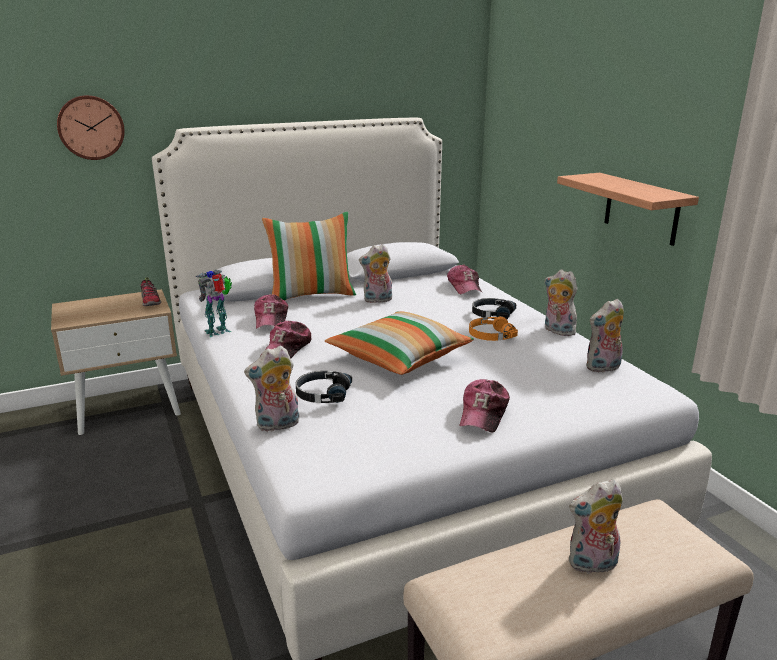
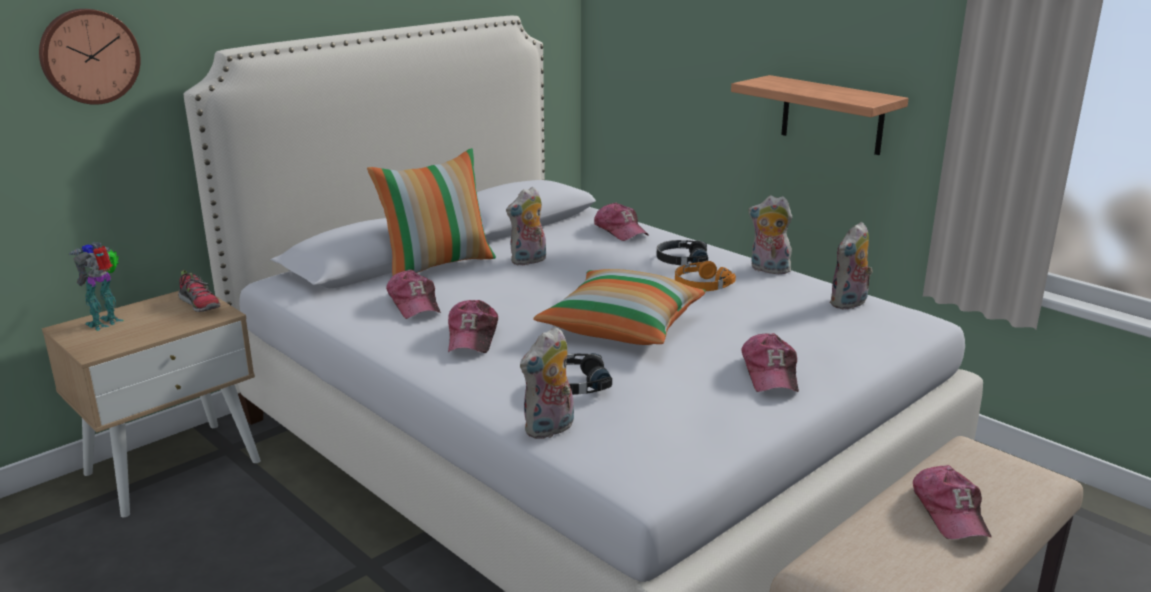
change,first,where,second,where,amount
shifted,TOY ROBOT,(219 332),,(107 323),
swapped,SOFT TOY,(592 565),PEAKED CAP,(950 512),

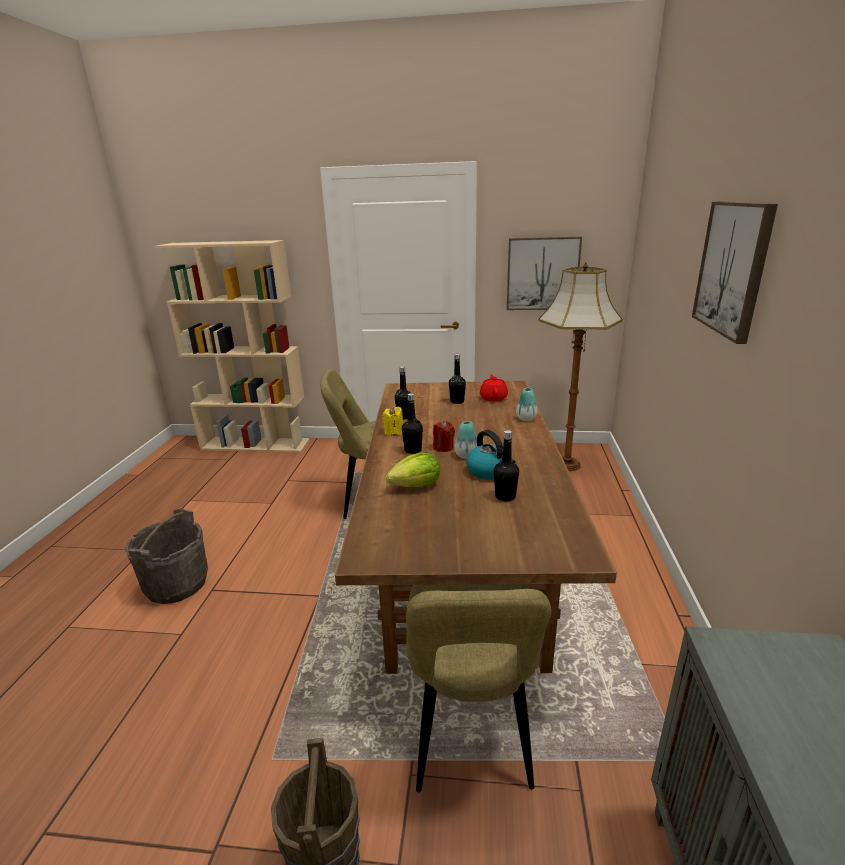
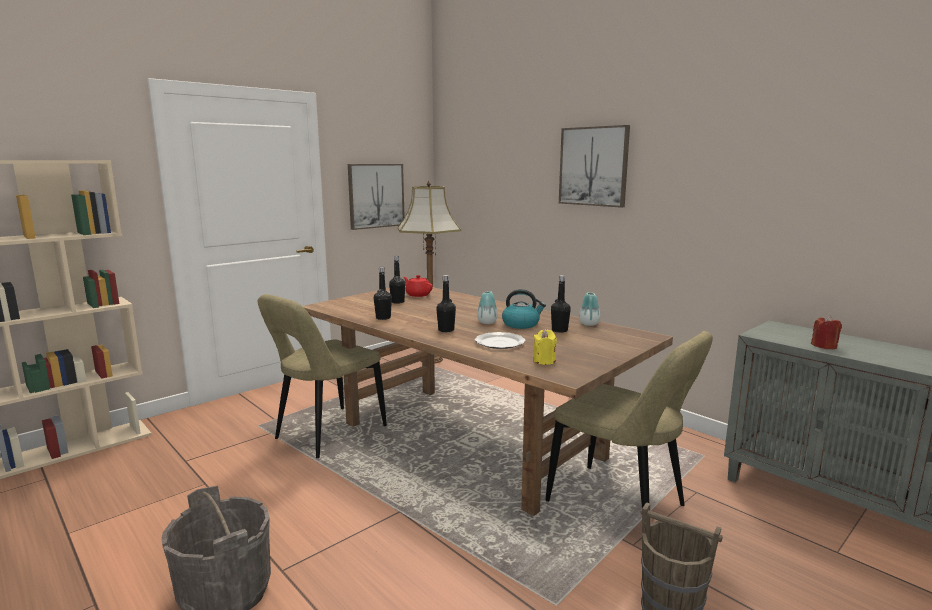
change,first,where,second,where,amount
swapped,LETTUCE,(416 485),PLATE,(500 342),
shifted,YELLOWISH WAX CANDLE,(393 432),,(544 361),
shifted,FLOWER VASE,(526 419),,(589 324),
shifted,RED WAX CANDLE,(443 447),,(824 346),

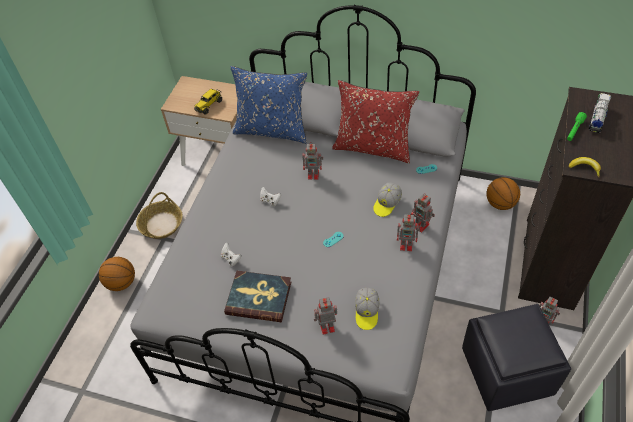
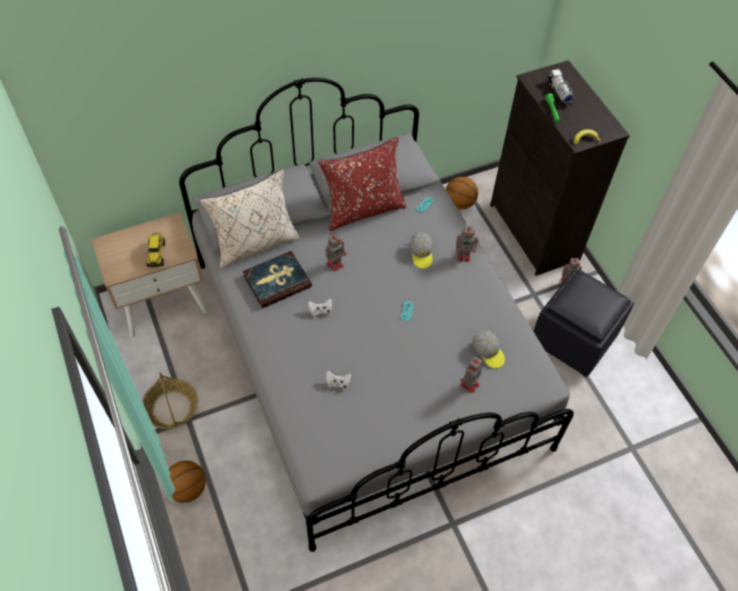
change,first,where,second,where,amount
repainted,BLUE THROW PILLOW,(272 130),SAND-COLOURED THROW PILLOW,(255 244),
shifted,VOLUME,(259 297),,(277 281),
gone,TOY ROBOT,(407 245),,,

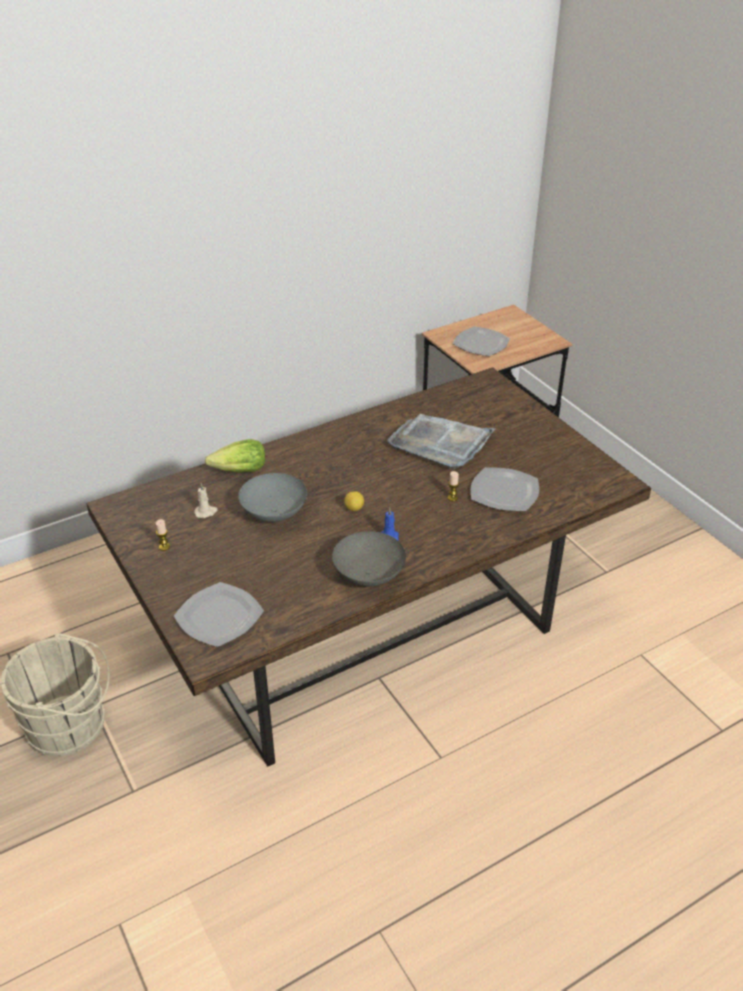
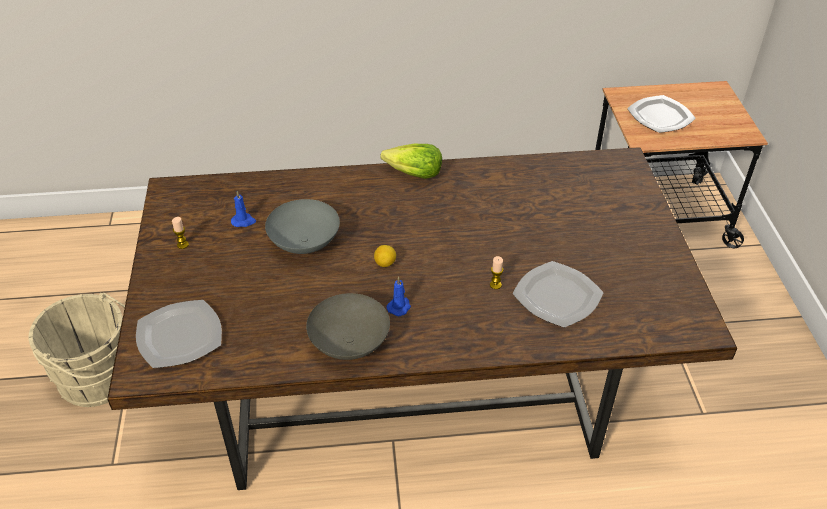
change,first,where,second,where,amount
repainted,SAND-COLOURED WAX CANDLE,(206 512),BLUE WAX CANDLE,(243 221),
shifted,LETTUCE,(240 471),,(413 174),
gone,GREY TRAY,(440 443),,,

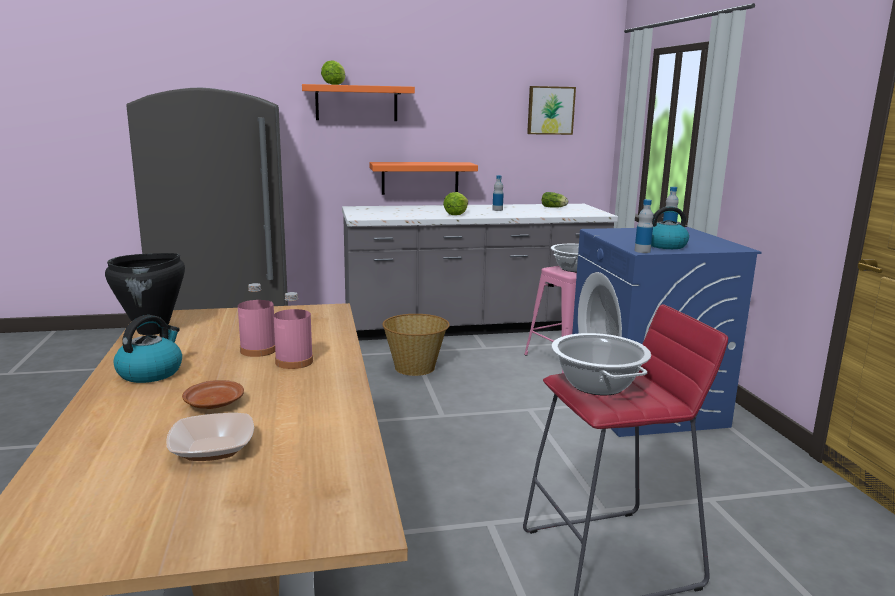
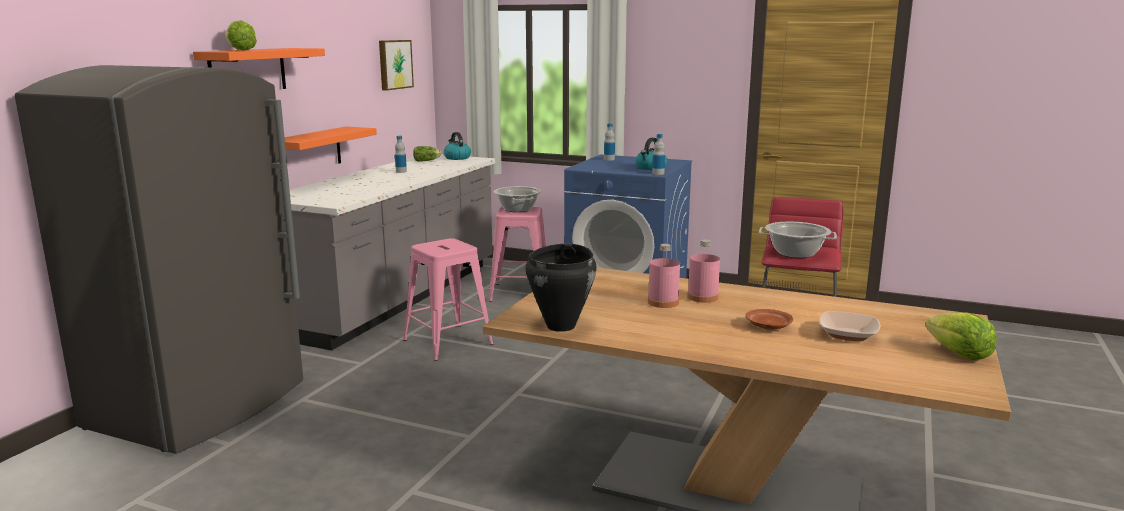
change,first,where,second,where,amount
swapped,STORAGE BASKET,(415 368),PINK STOOL SEAT,(447 342),
shifted,KETTLE,(151 372),,(457 158),
shifted,LETTUCE,(456 214),,(958 354),

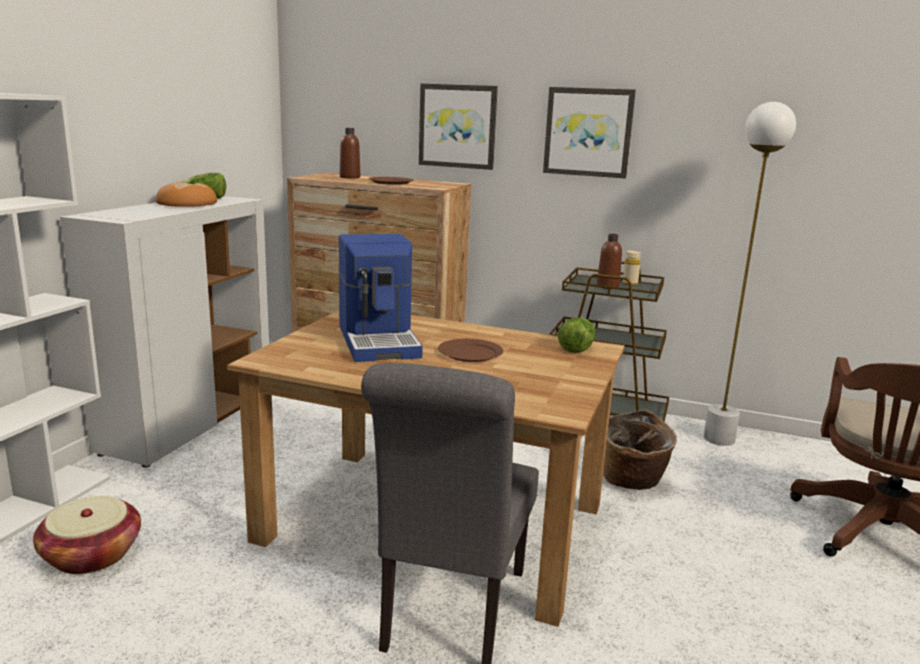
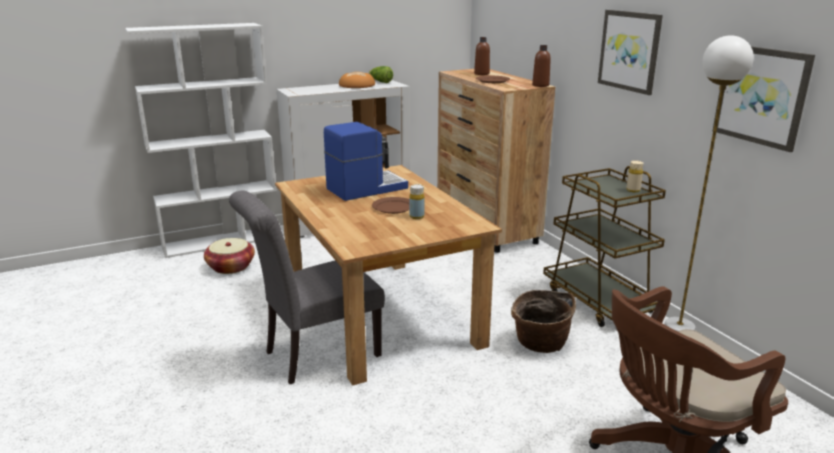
change,first,where,second,where,amount
rotated,COFFEE BREWER,(379 341),,(366 188),150 degrees counterclockwise
new,,,YELLOWISH DRINK BOTTLE,(416 216),
shifted,BROWN-COLOURED DRINK BOTTLE,(607 286),,(540 85),
shifted,PICTURE,(457 126),,(761 96),
gone,LETTUCE,(576 347),,,

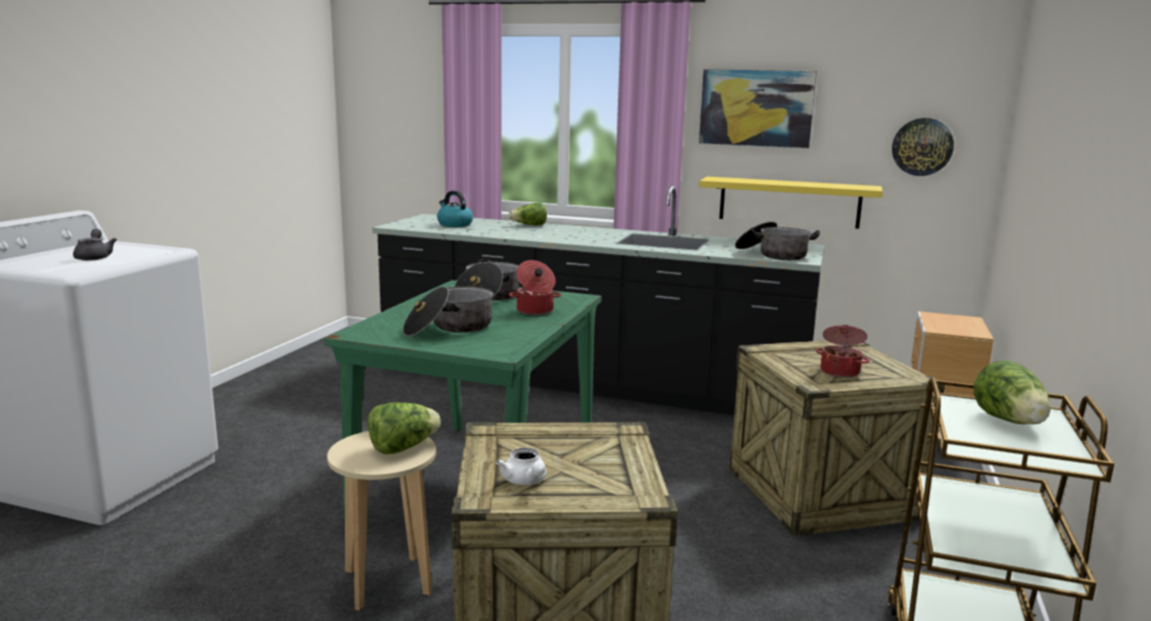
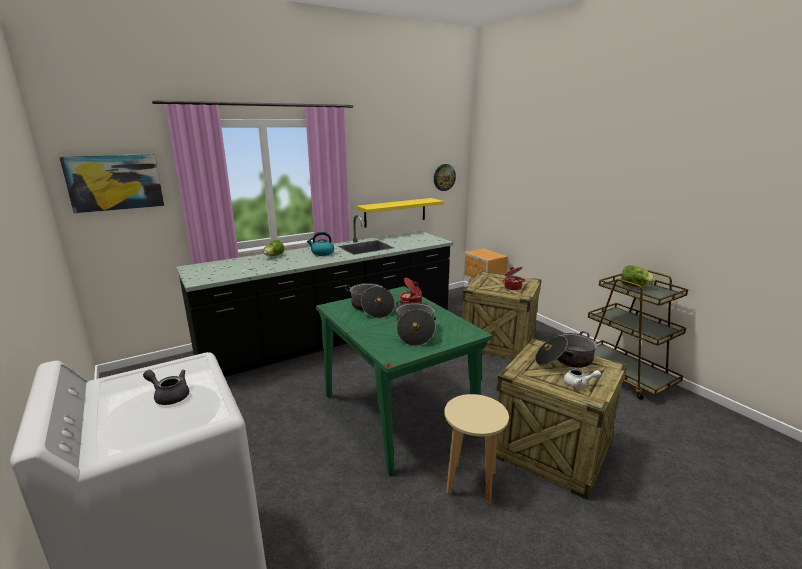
change,first,where,second,where,amount
shifted,PICTURE,(756 108),,(115 182),
shifted,KETTLE,(454 224),,(322 253),
shifted,COOKING POT,(772 254),,(564 360),
gone,LETTUCE,(403 448),,,

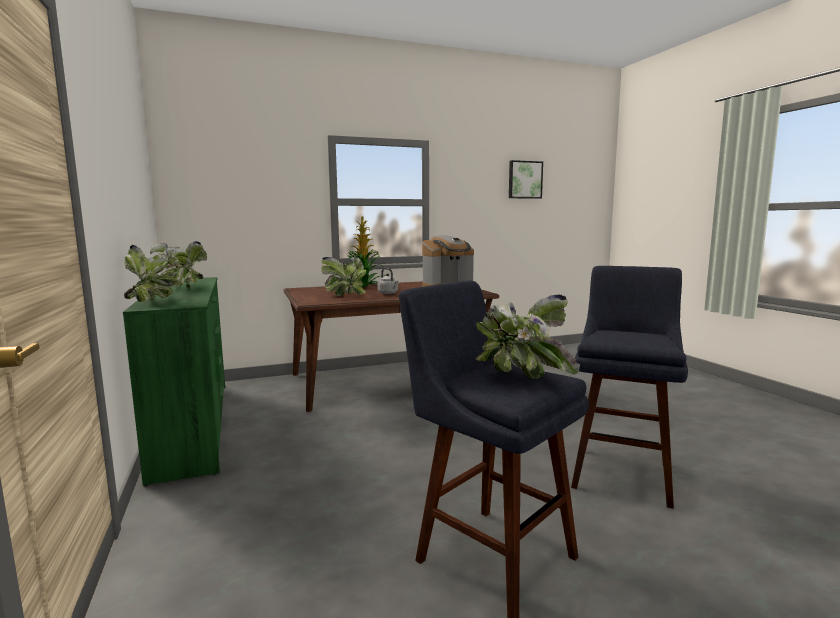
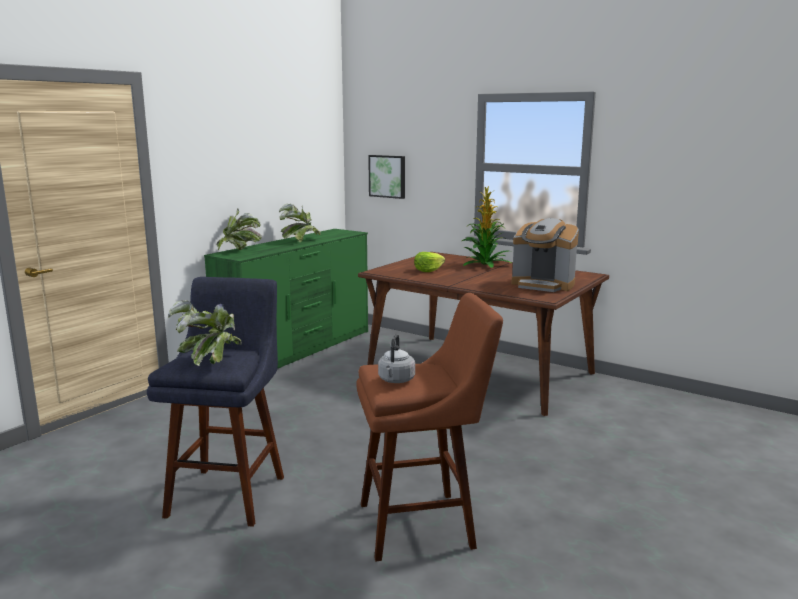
change,first,where,second,where,amount
repainted,BLUE STOOL SEAT,(622 471),BROWN-COLOURED STOOL SEAT,(424 524),
shifted,PICTURE,(524 180),,(388 176),
shifted,GREY KETTLE,(388 293),,(396 380),
swapped,POTTED PLANT,(345 296),LETTUCE,(428 270),

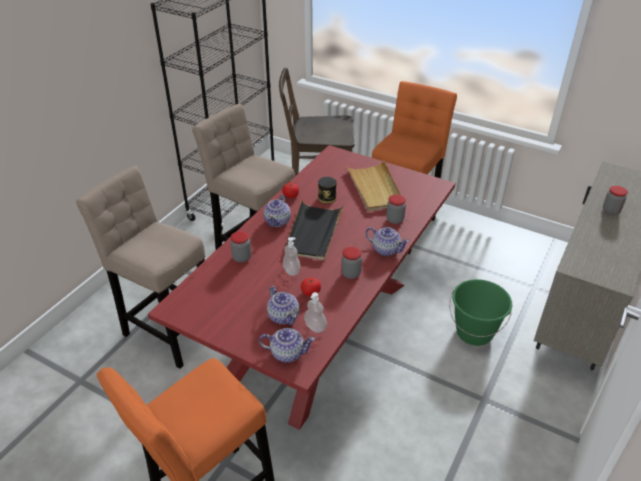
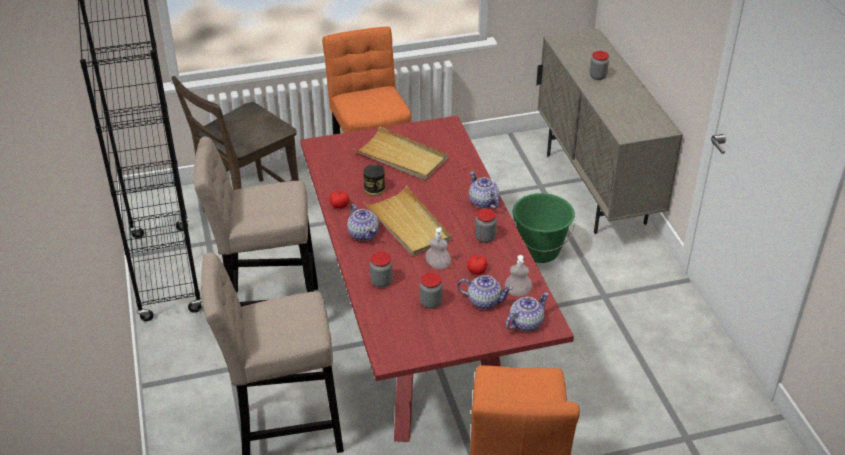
change,first,where,second,where,amount
repainted,BLACK TRAY,(313 232),SAND-COLOURED TRAY,(408 224),
shifted,STORAGE JAR,(395 219),,(430 303),
rotated,TEAPOT,(385 249),,(483 202),105 degrees counterclockwise

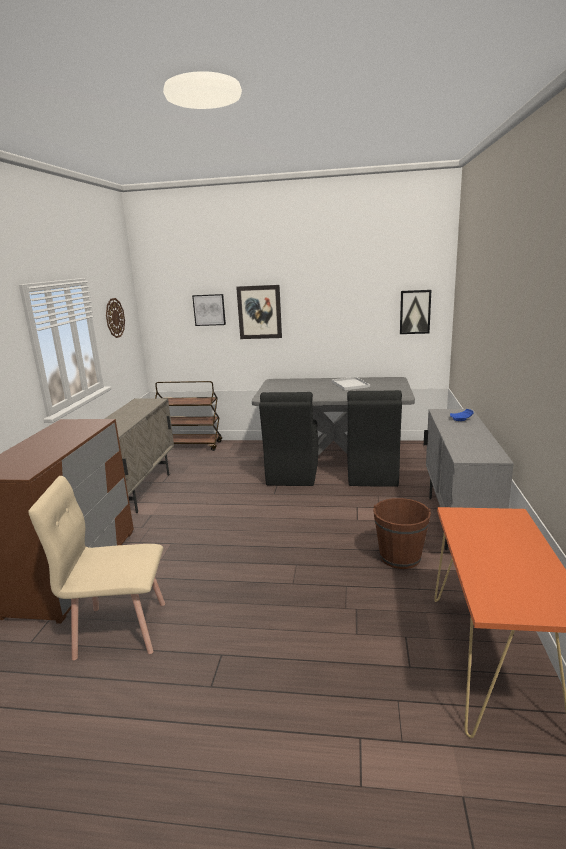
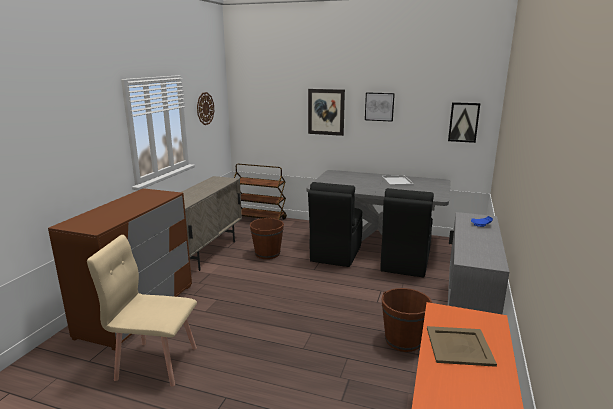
change,first,where,second,where,amount
new,,,BROWN-COLOURED PAIL,(267 254),
shifted,PICTURE,(209 310),,(379 106),
new,,,SAND-COLOURED TRAY,(458 346),

